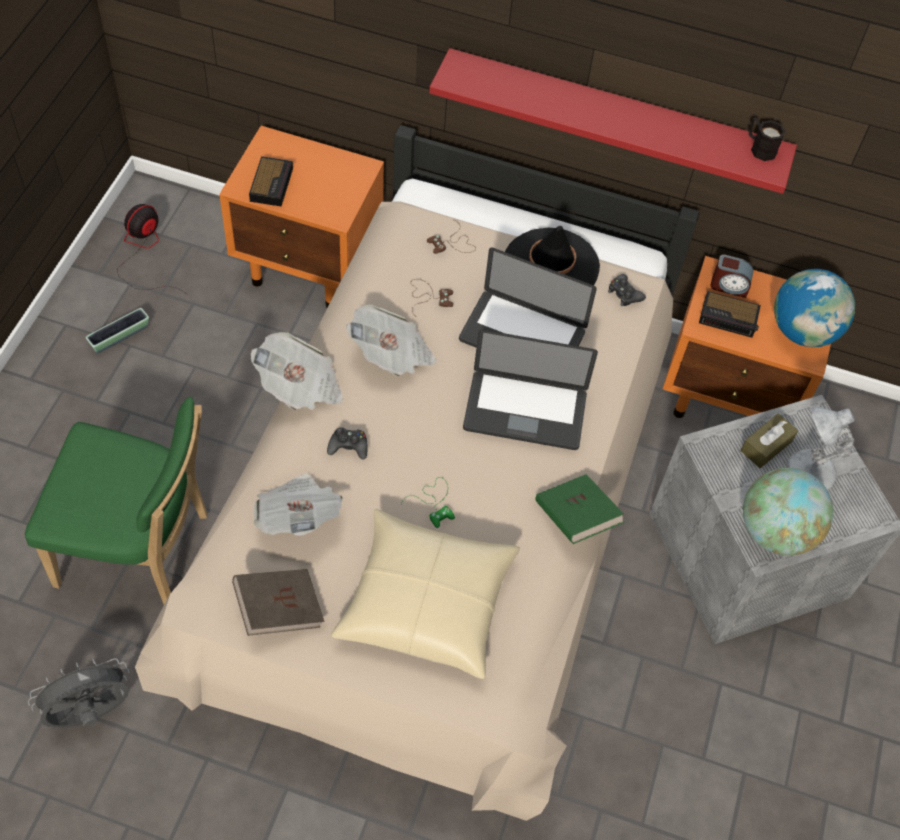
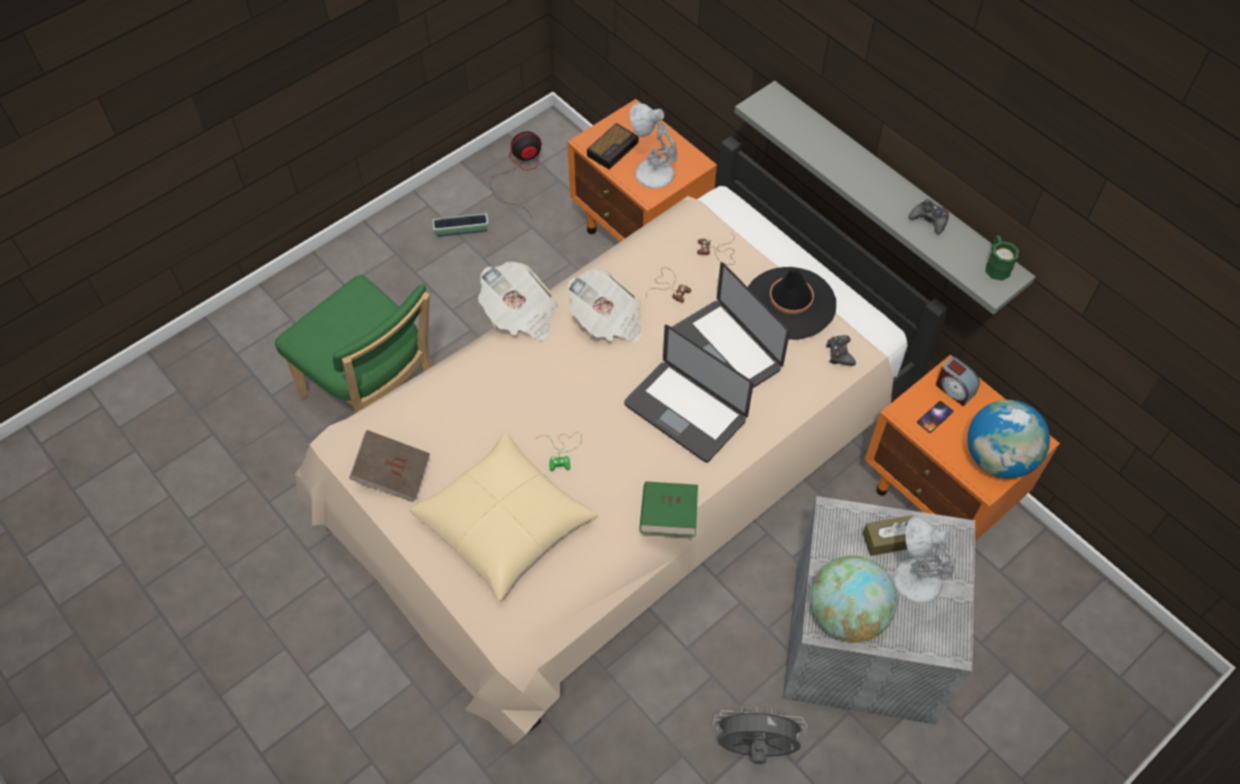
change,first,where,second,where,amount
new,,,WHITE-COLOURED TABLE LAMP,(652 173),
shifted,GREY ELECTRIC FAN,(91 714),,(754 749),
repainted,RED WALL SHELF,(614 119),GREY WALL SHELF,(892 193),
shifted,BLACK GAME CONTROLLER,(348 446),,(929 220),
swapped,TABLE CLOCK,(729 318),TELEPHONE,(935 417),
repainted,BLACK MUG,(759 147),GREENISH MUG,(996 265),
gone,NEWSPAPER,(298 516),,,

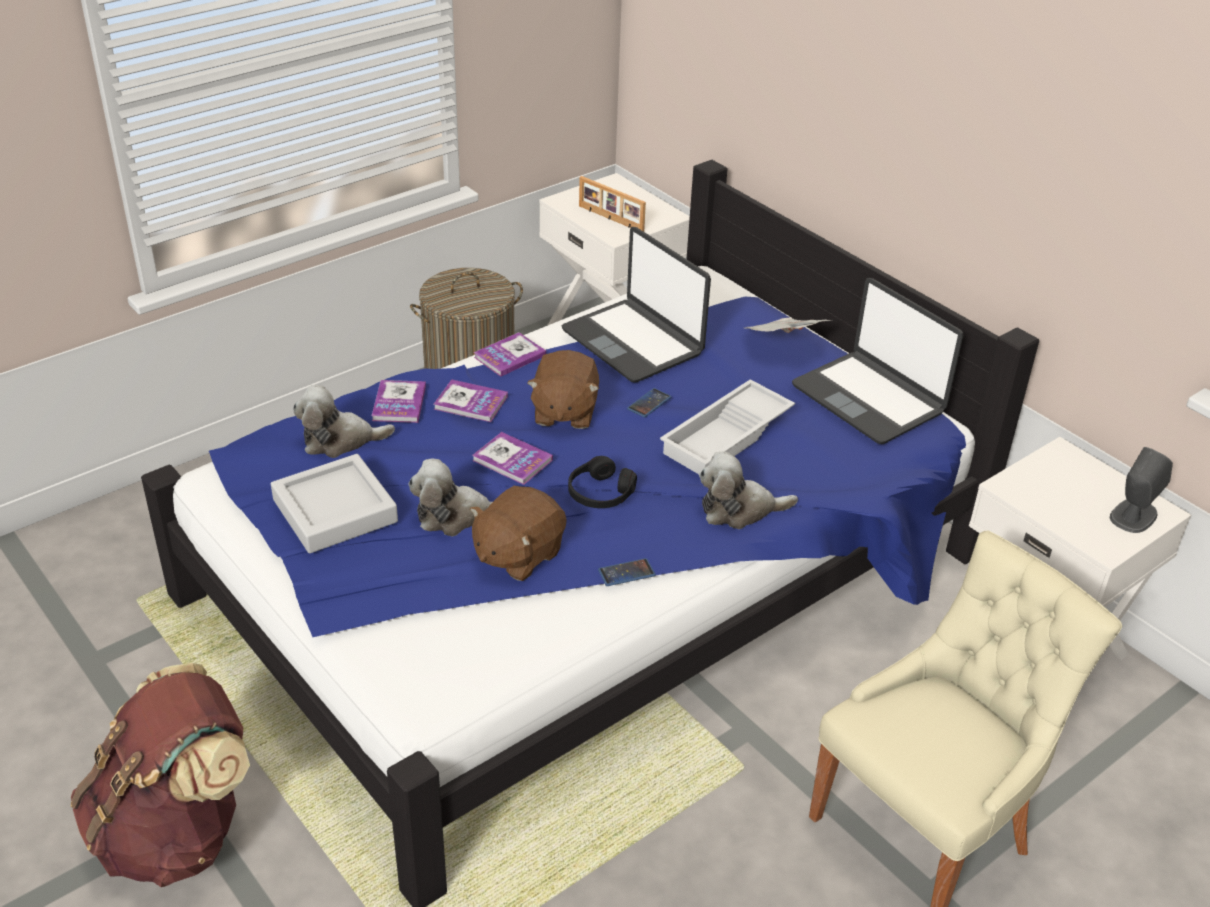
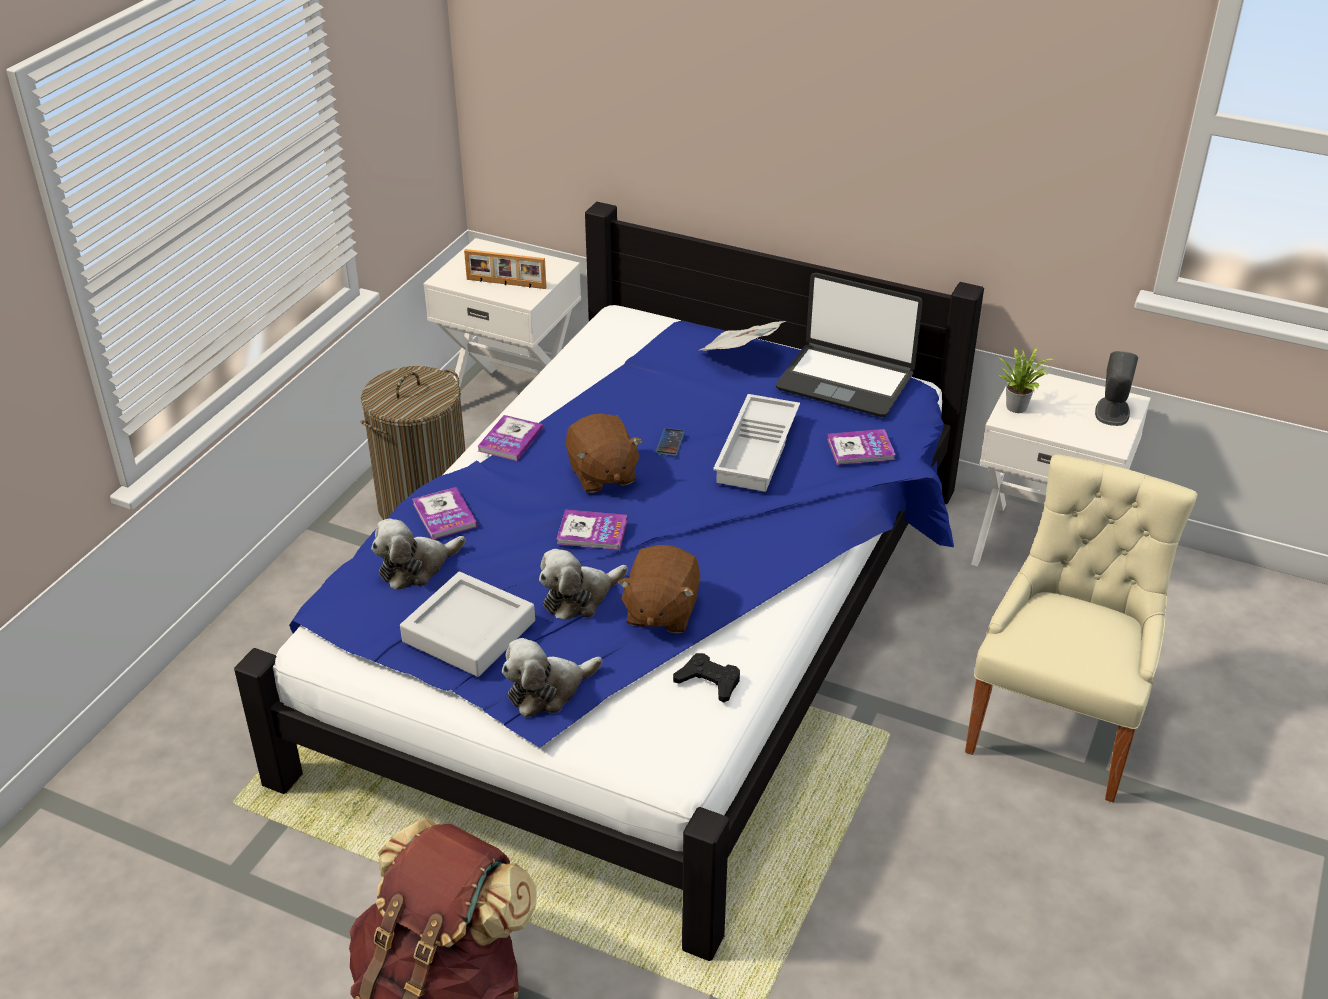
change,first,where,second,where,amount
shifted,SOFT TOY,(739 510),,(548 690),
new,,,BLACK GAME CONTROLLER,(709 682),
shifted,VOLUME,(470 403),,(860 449),
new,,,POTTED PLANT,(1018 406),
gone,NOTEBOOK COMPUTER,(633 342),,,
gone,BLACK PAIR OF HEADPHONES,(600 493),,,
gone,TELEPHONE,(626 573),,,

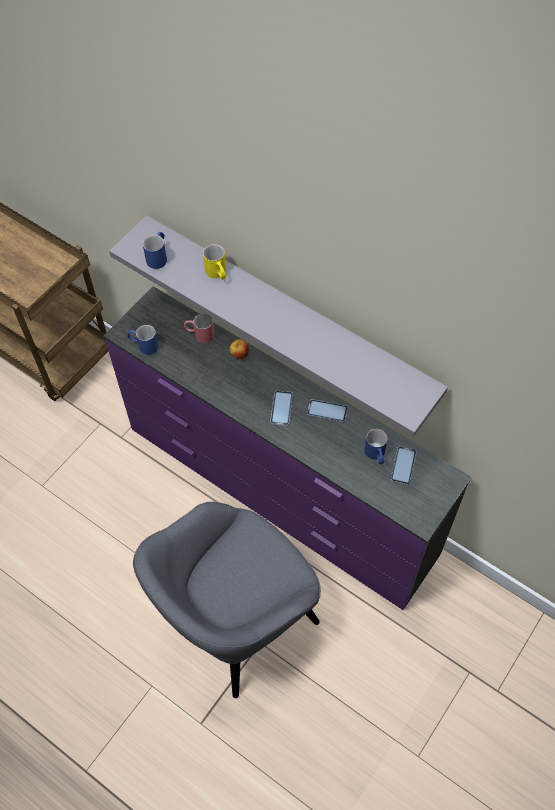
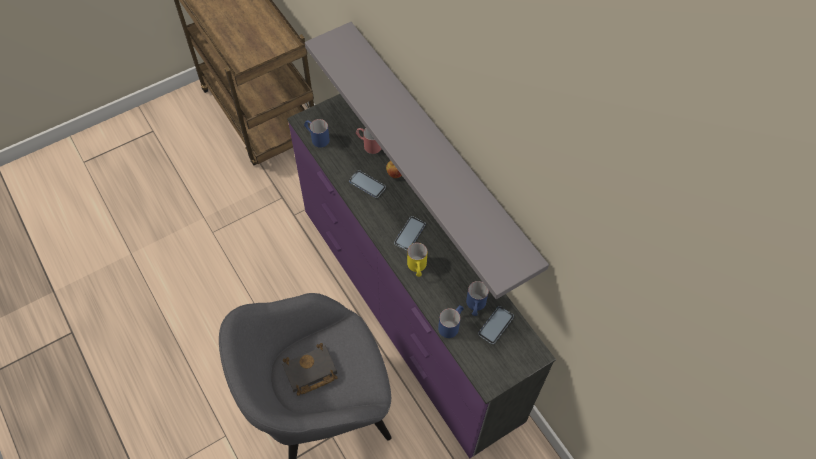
change,first,where,second,where,amount
new,,,BLACK VOLUME,(310 373),
shifted,TELEPHONE,(327 411),,(367 184),
shifted,YELLOWISH MUG,(218 274),,(417 268),
shifted,BLUE MUG,(158 256),,(451 324),

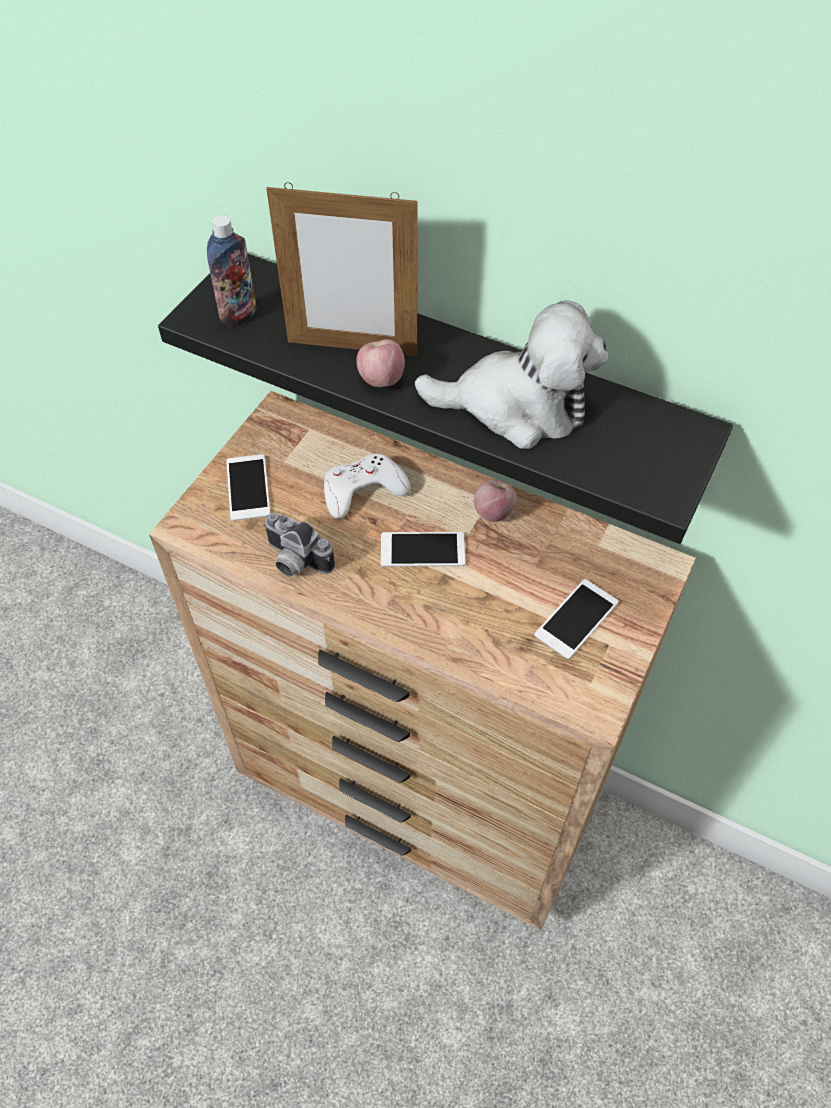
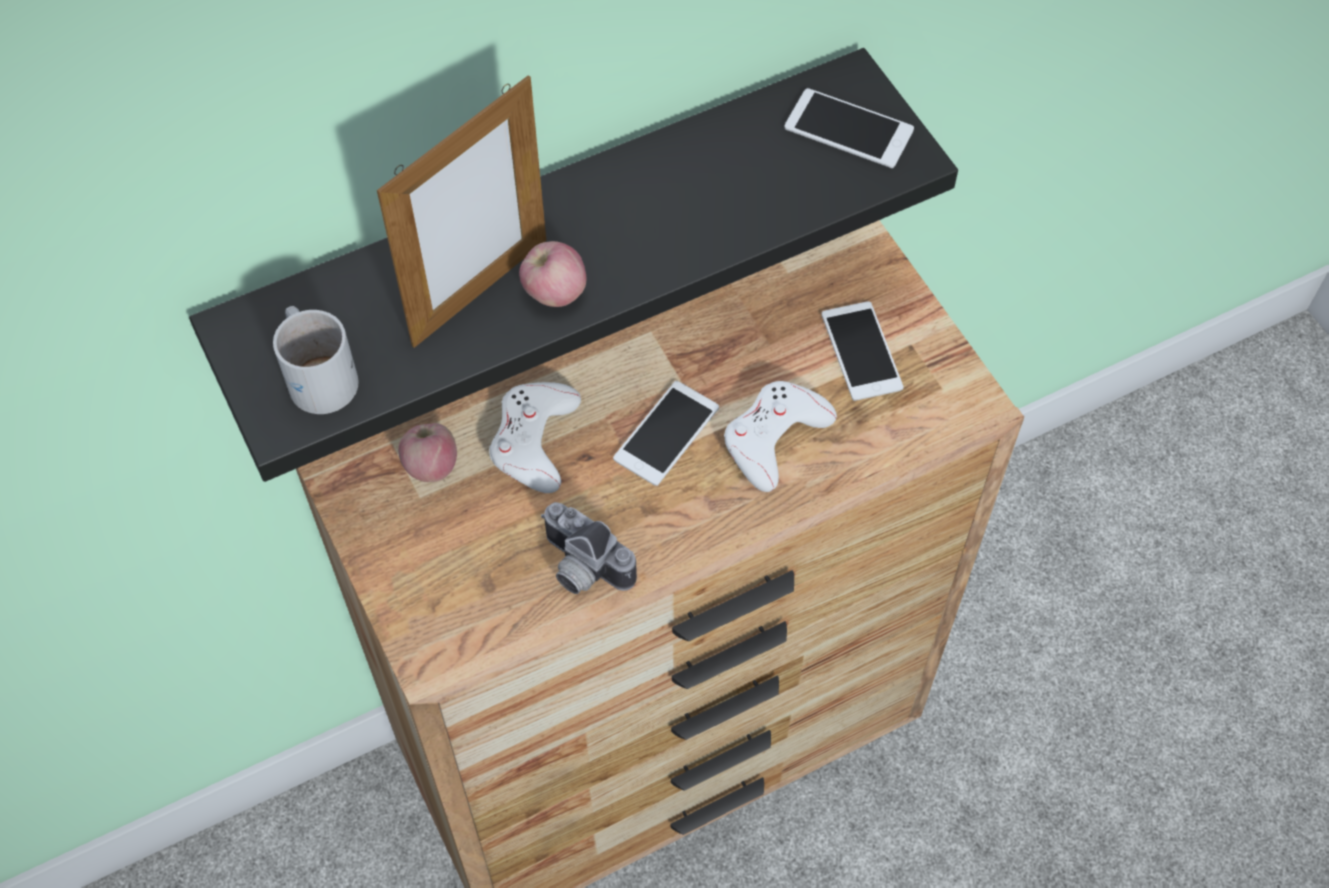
change,first,where,second,where,amount
swapped,DRINK BOTTLE,(238 315),WHITE-COLOURED MUG,(320 372),
shifted,WHOLE APPLE,(493 512),,(431 466),
rotated,PHOTO CAMERA,(294 561),,(580 568),60 degrees clockwise
new,,,WHITE-COLOURED GAME CONTROLLER,(774 438),
shifted,TELEPHONE,(248 487),,(848 129),
gone,SOFT TOY,(517 406),,,

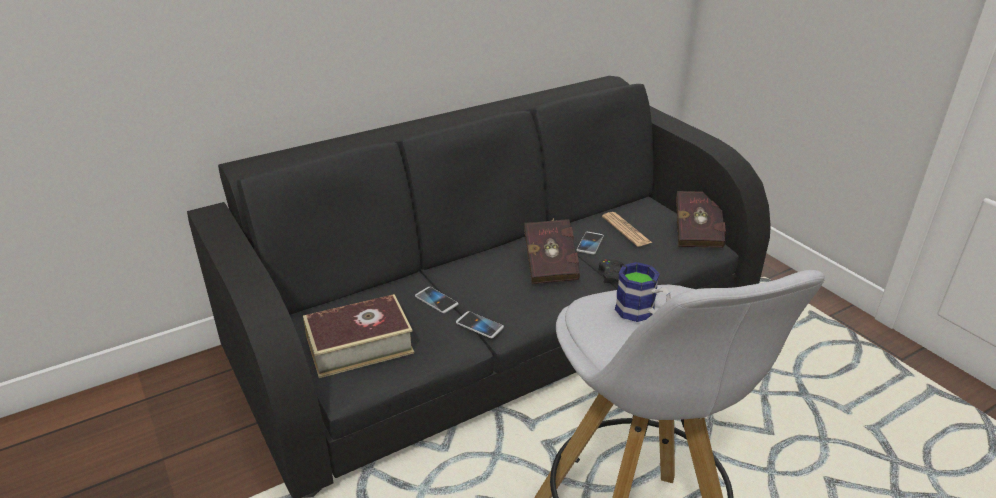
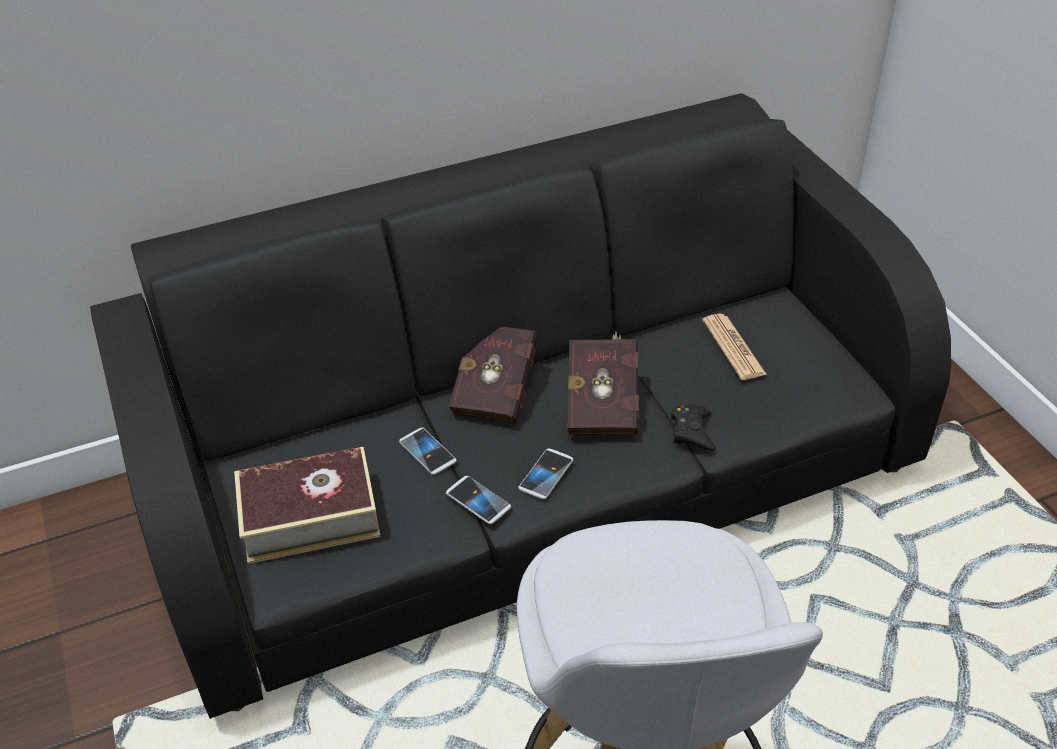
change,first,where,second,where,amount
shifted,RED VOLUME,(697 232),,(498 389),
shifted,TELEPHONE,(590 244),,(546 475),
gone,MUG,(641 313),,,

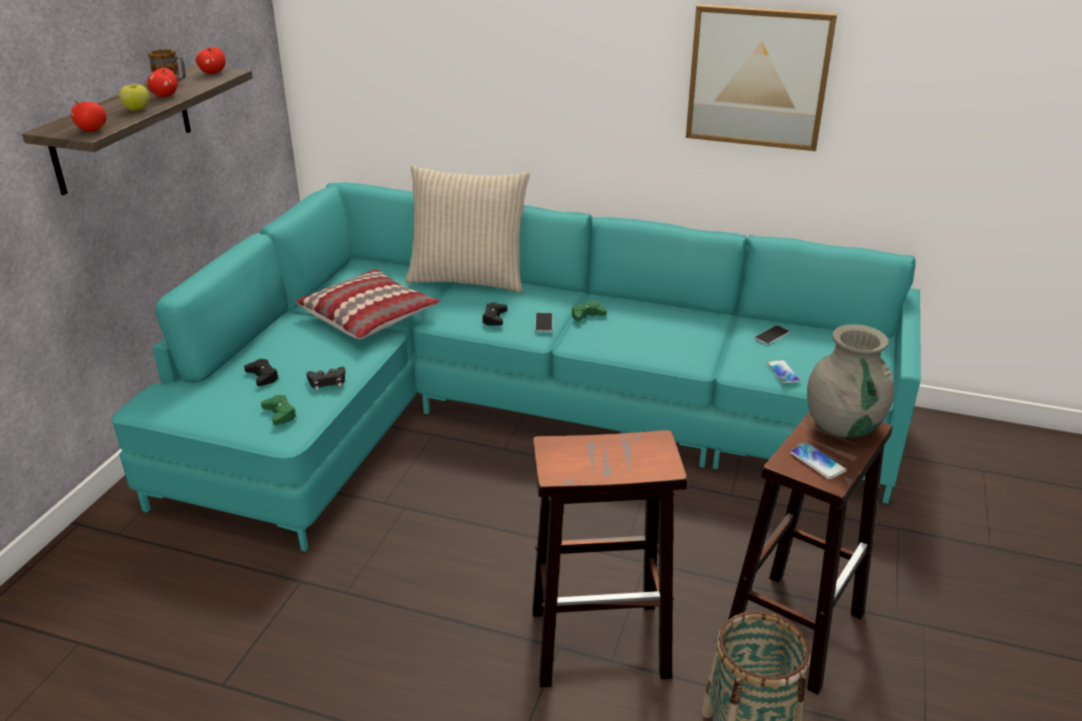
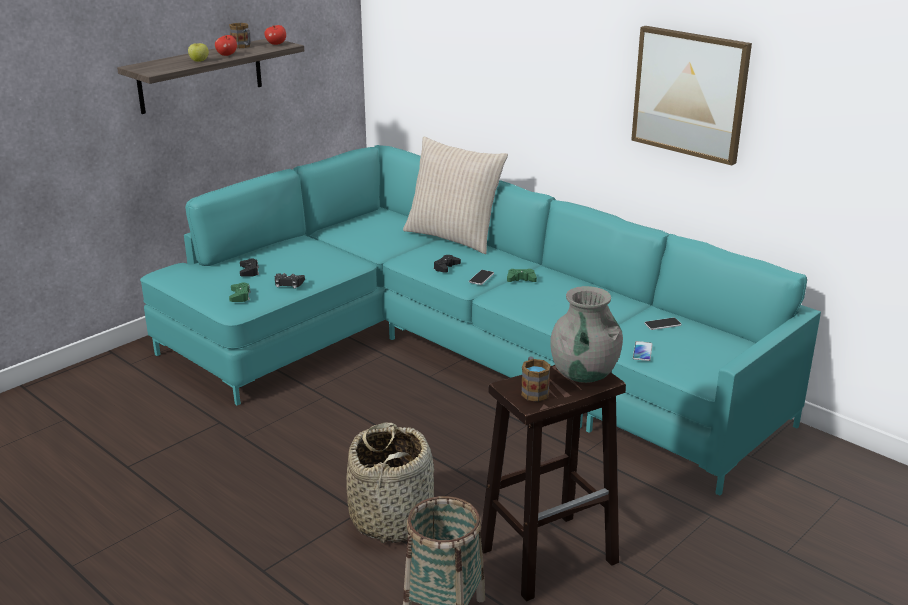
change,first,where,second,where,amount
swapped,BROWN-COLOURED STOOL SEAT,(601 642),STORAGE BASKET,(392 518),
swapped,TELEPHONE,(817 462),MUG,(533 390),
gone,WHOLE APPLE,(92 130),,,
gone,THROW PILLOW,(369 317),,,

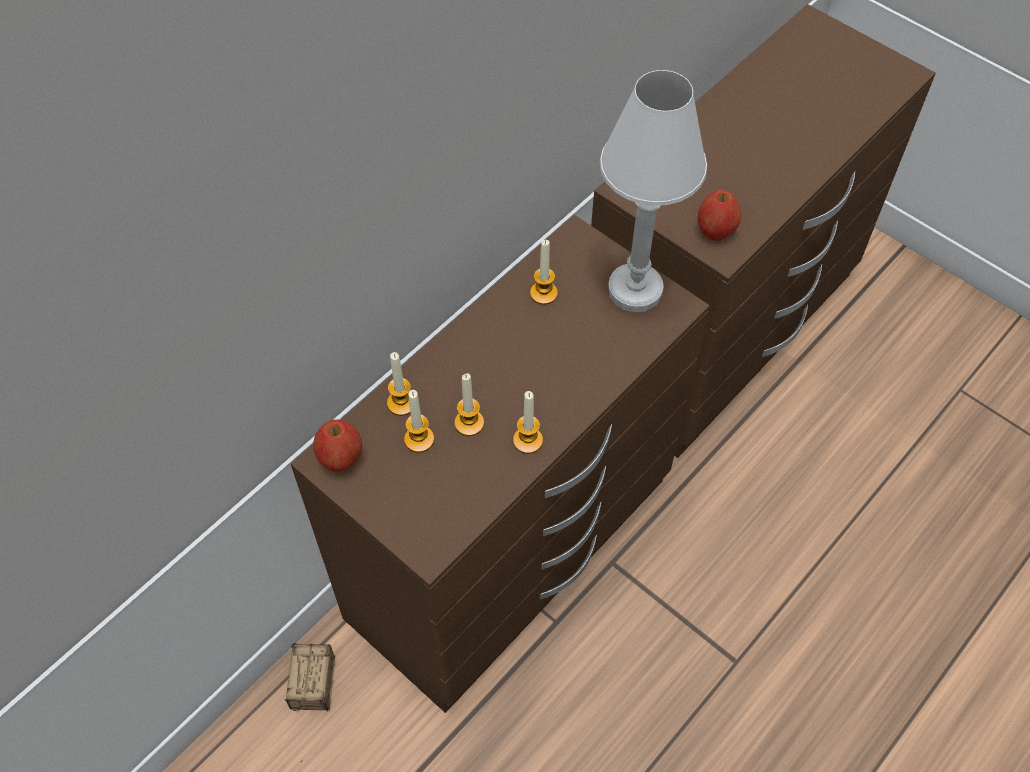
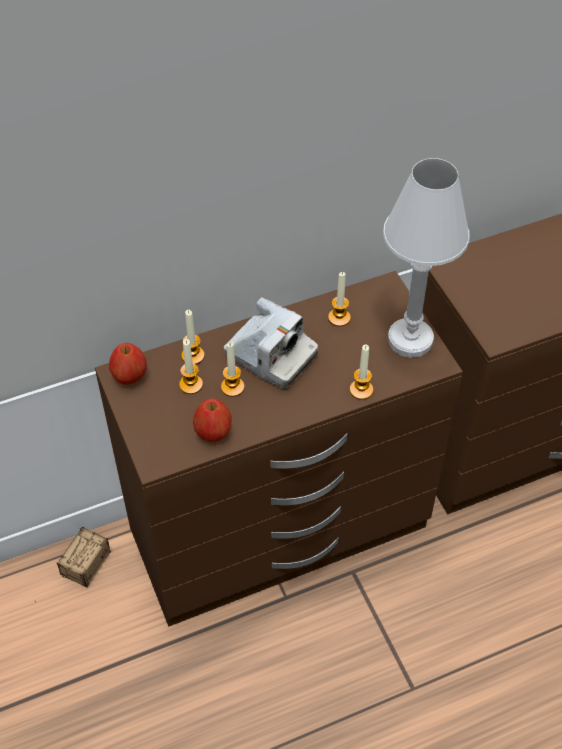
change,first,where,second,where,amount
shifted,WHOLE APPLE,(715 231),,(213 433),
new,,,PHOTO CAMERA,(270 356),
shifted,WAX CANDLE,(528 440),,(361 390),

